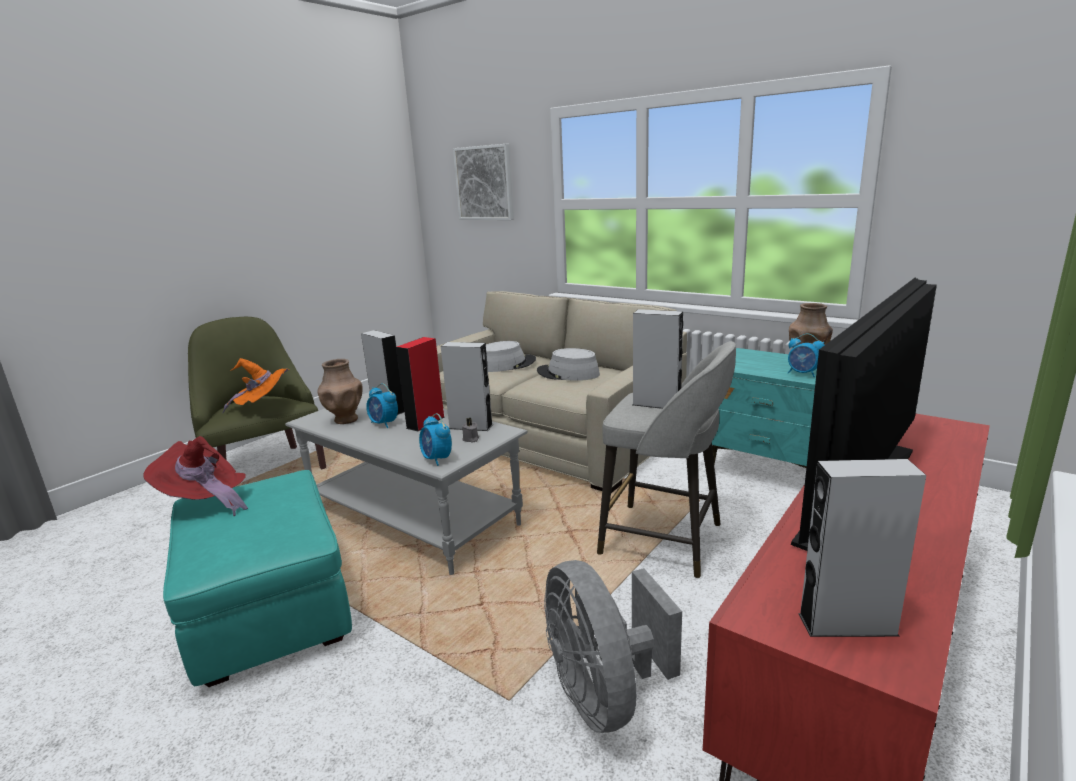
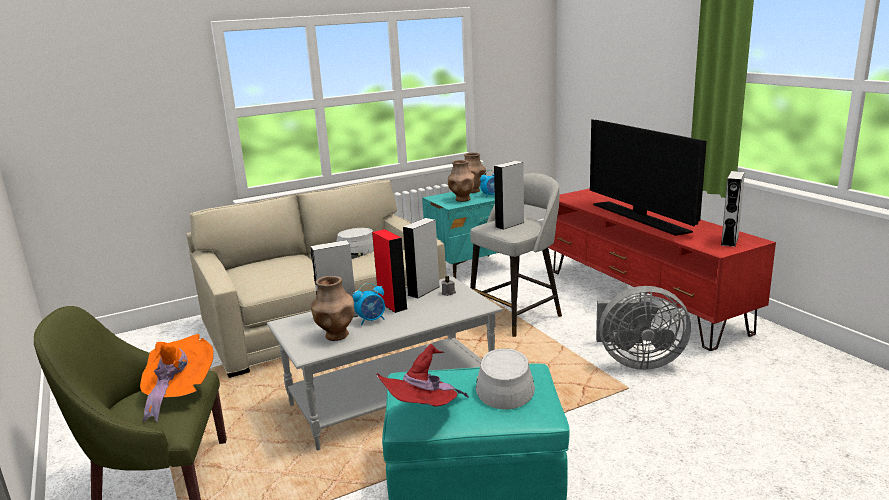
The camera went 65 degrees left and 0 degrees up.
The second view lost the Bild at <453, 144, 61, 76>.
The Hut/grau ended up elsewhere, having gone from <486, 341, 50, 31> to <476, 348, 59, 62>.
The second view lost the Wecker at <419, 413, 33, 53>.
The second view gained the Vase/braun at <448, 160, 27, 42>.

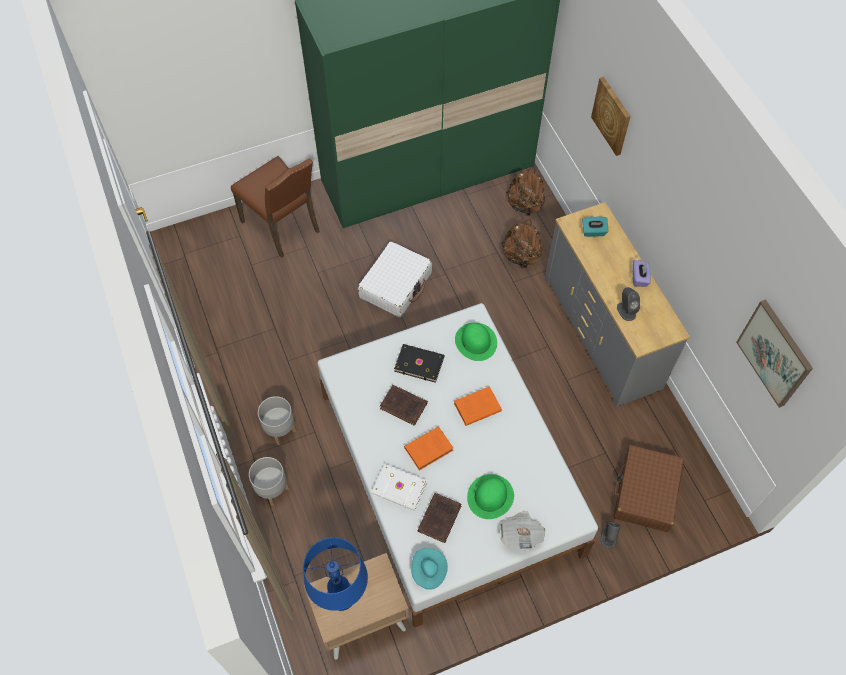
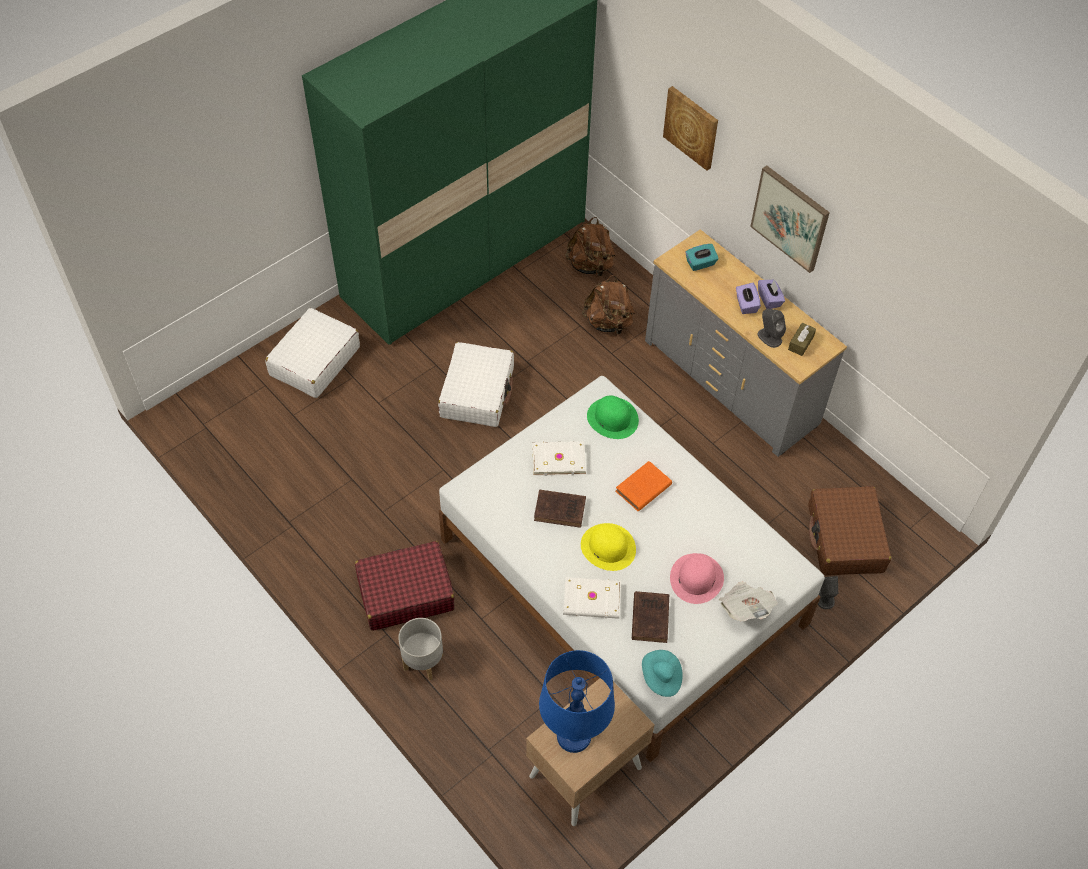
The camera went 20 degrees left and 5 degrees down.
Where the Stuhl/braun stood at <231, 156, 89, 102>, the Koffer/weiß came to stand at <265, 308, 95, 90>.
The Bild ended up elsewhere, having gone from <736, 299, 77, 109> to <750, 165, 80, 108>.
What was the Buch/schwarz at <394, 344, 50, 39> turned into the Buch/weiß at <532, 441, 54, 35>.
Where the Pflanzkübel/grau stood at <258, 396, 39, 49>, the Koffer/rot came to stand at <355, 541, 100, 90>.
Where the Buch/orange stood at <404, 426, 50, 45>, the Hut/gelb came to stand at <581, 523, 55, 48>.
What was the Hut/grün at <467, 474, 47, 45> turned into the Hut/rosa at <670, 553, 54, 51>.
The second view gained the Taschentuchbox/lila at <736, 283, 25, 31>.
The second view gained the Taschentuchbox/braun at <788, 323, 28, 33>.

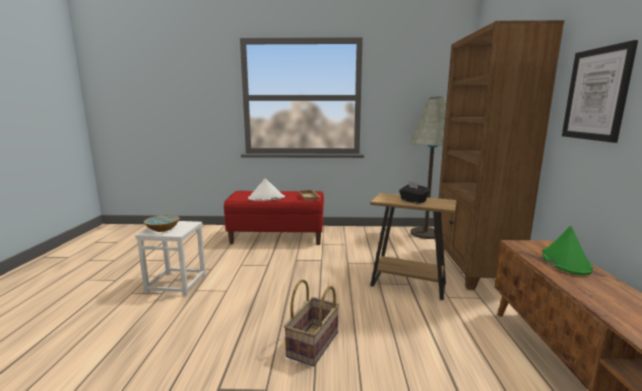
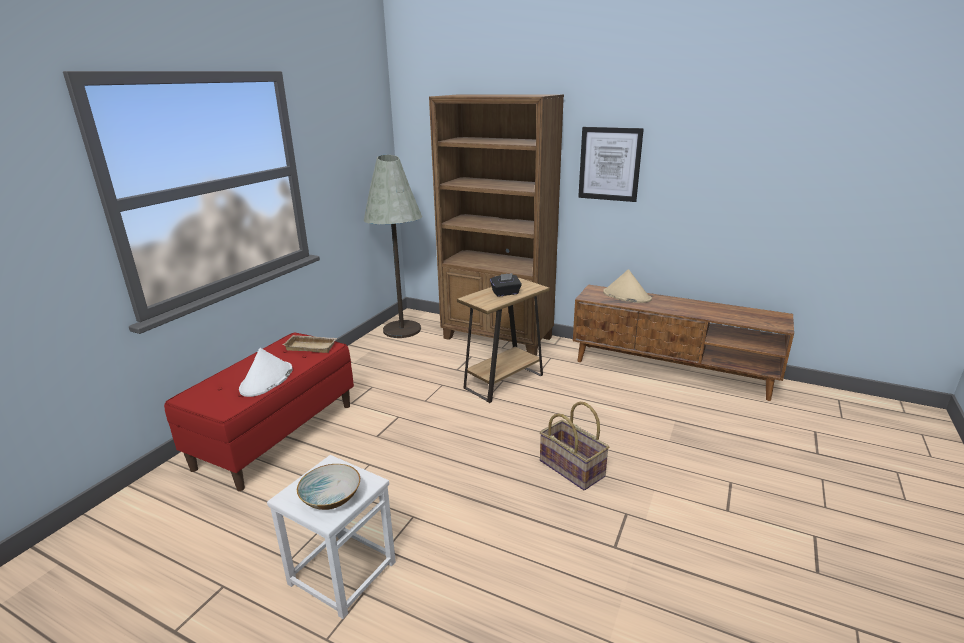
The camera went 65 degrees left and 10 degrees up.
What was the Hut/grün at <542, 226, 51, 49> turned into the Hut/beige at <603, 269, 49, 34>.

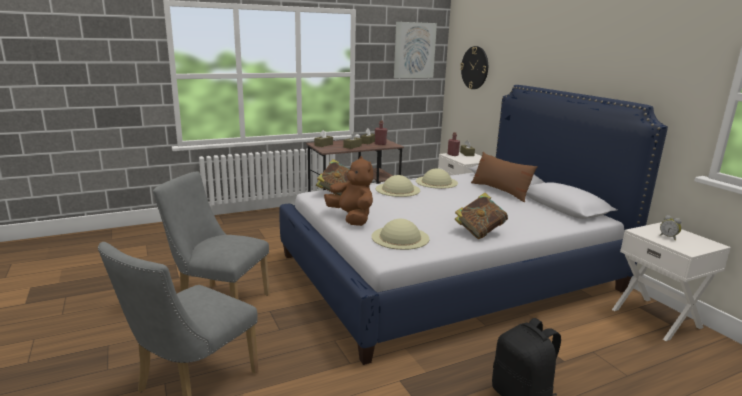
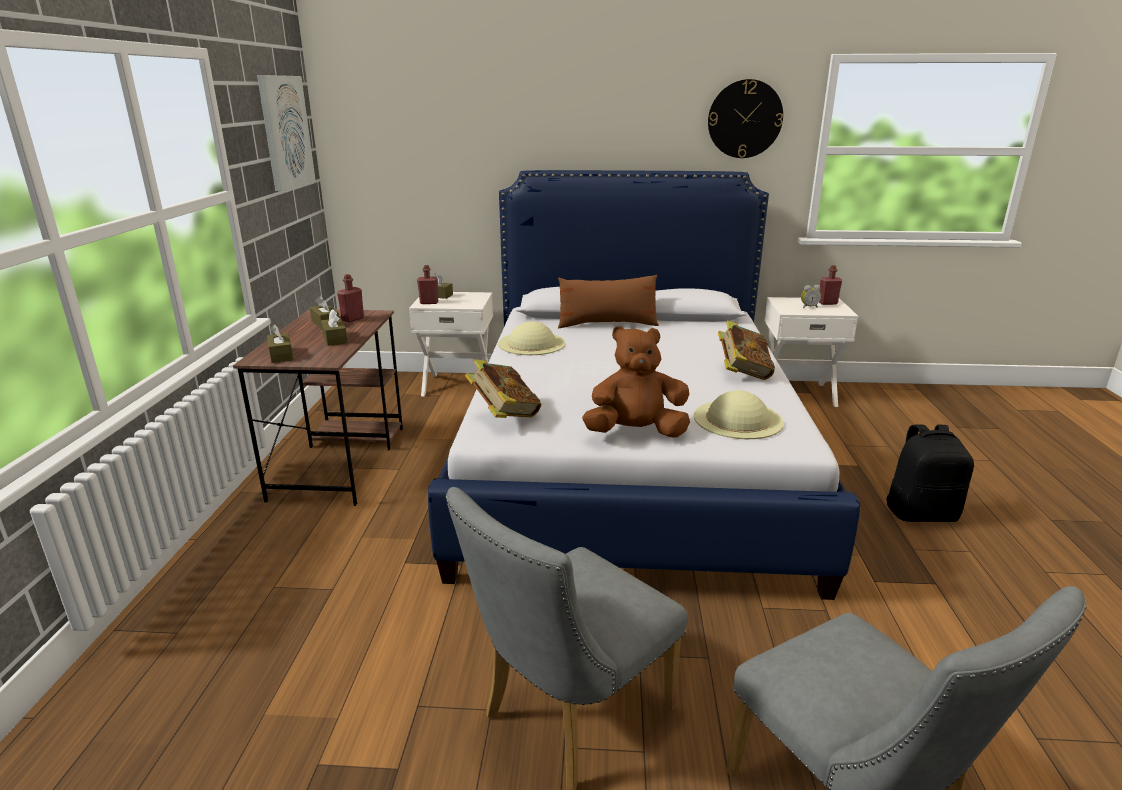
The camera went 60 degrees left and 5 degrees up.
The Wanduhr ended up elsewhere, having gone from <460, 46, 28, 43> to <708, 79, 75, 79>.
The second view lost the Hut/beige at <376, 175, 44, 22>.
The second view gained the Flasche/rot at <819, 265, 23, 40>.

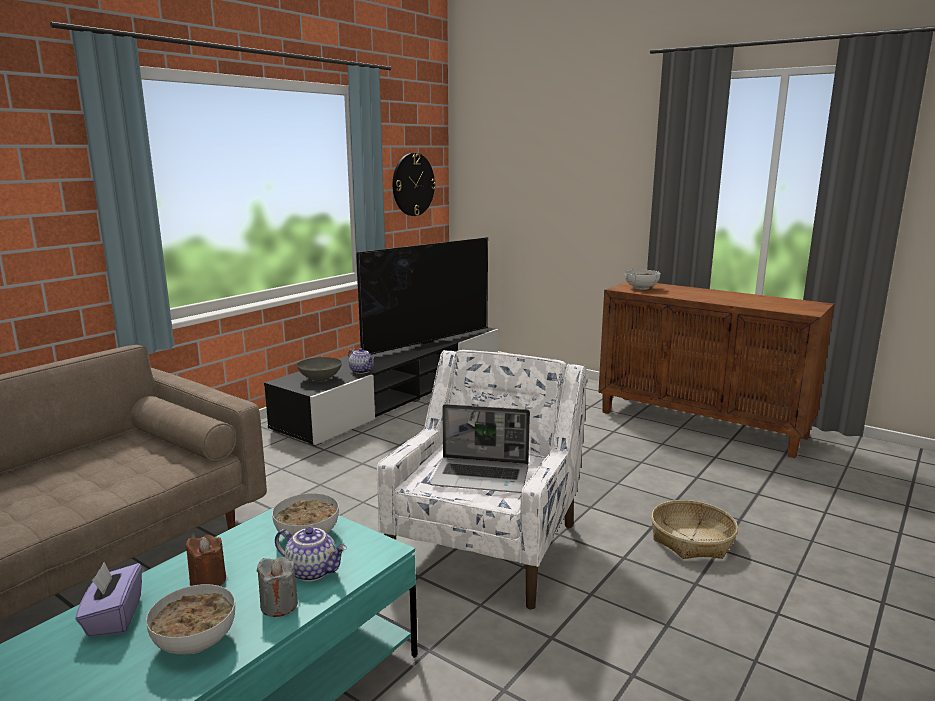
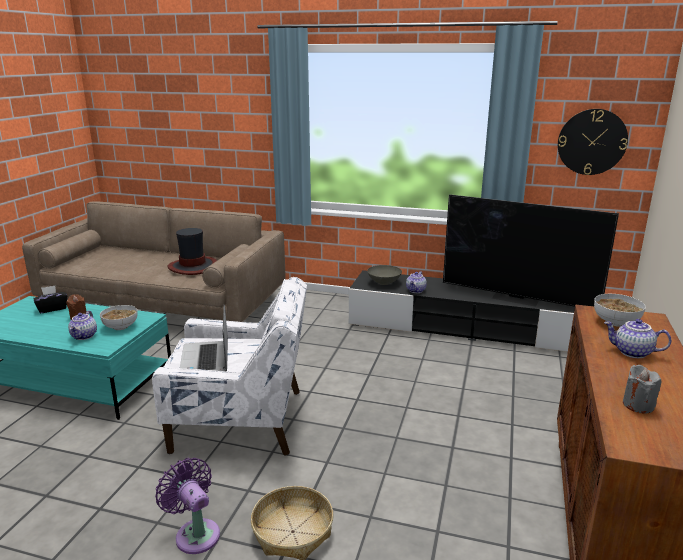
The camera went 70 degrees right and 5 degrees up.
The Kerze/grau ended up elsewhere, having gone from <257, 557, 41, 60> to <623, 365, 38, 49>.
What was the Taschentuchbox/lila at <75, 562, 67, 75> turned into the Taschentuchbox/schwarz at <34, 286, 33, 27>.
The second view lost the Schüssel at <146, 584, 89, 71>.
The second view gained the Hut at <168, 228, 49, 47>.
The second view gained the Teekanne at <604, 319, 67, 39>.
The second view gained the Ventilator/lila at <155, 458, 65, 96>.

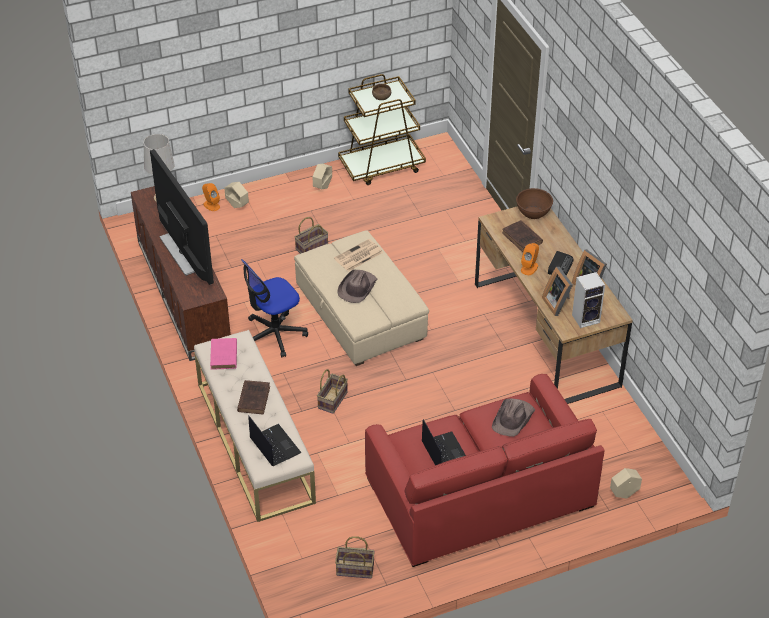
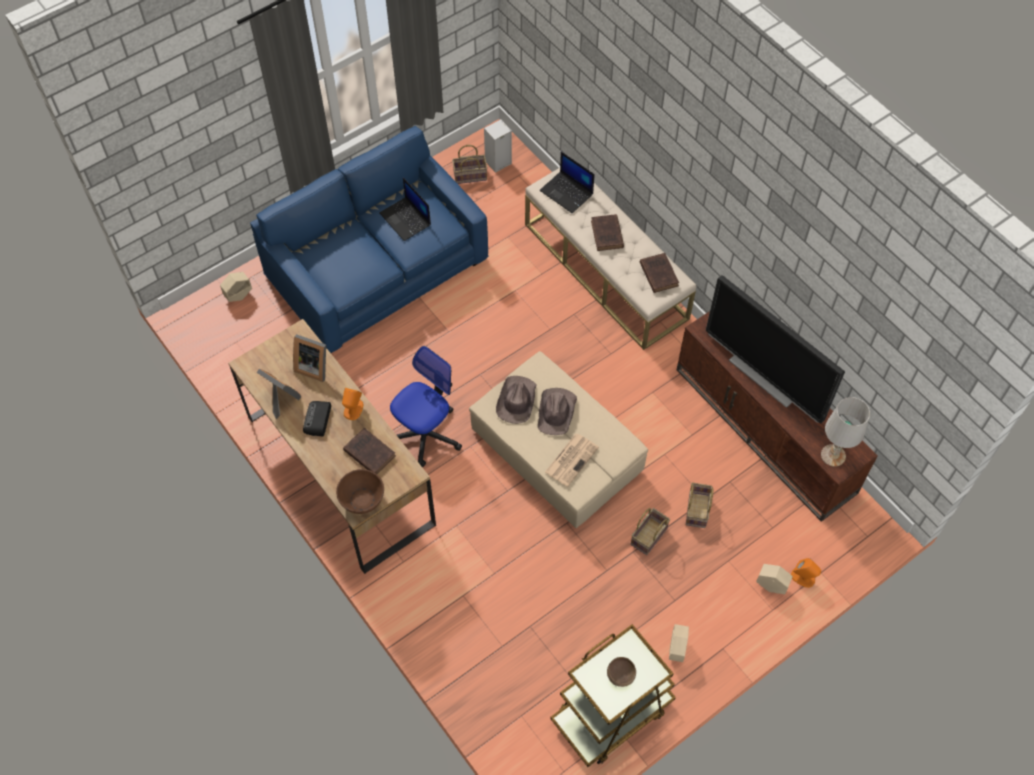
The camera went 165 degrees right and 15 degrees up.
The Bürostuhl ended up elsewhere, having gone from <241, 259, 67, 99> to <390, 346, 72, 121>.
The Bilderrahmen at <542, 267, 31, 49> ended up facing another way, 150 degrees clockwise from before.
The Lautsprecher ended up elsewhere, having gone from <572, 272, 33, 56> to <484, 119, 28, 54>.
What was the Buch/rosa at <210, 338, 27, 32> turned into the Buch/braun at <640, 253, 39, 40>.
The Korb ended up elsewhere, having gone from <317, 369, 31, 45> to <686, 482, 27, 46>.
What was the Sofa/rot at <365, 374, 240, 193> turned into the Sofa/blau at <250, 126, 238, 227>.
The Hut/braun ended up elsewhere, having gone from <492, 398, 43, 39> to <496, 376, 40, 48>.

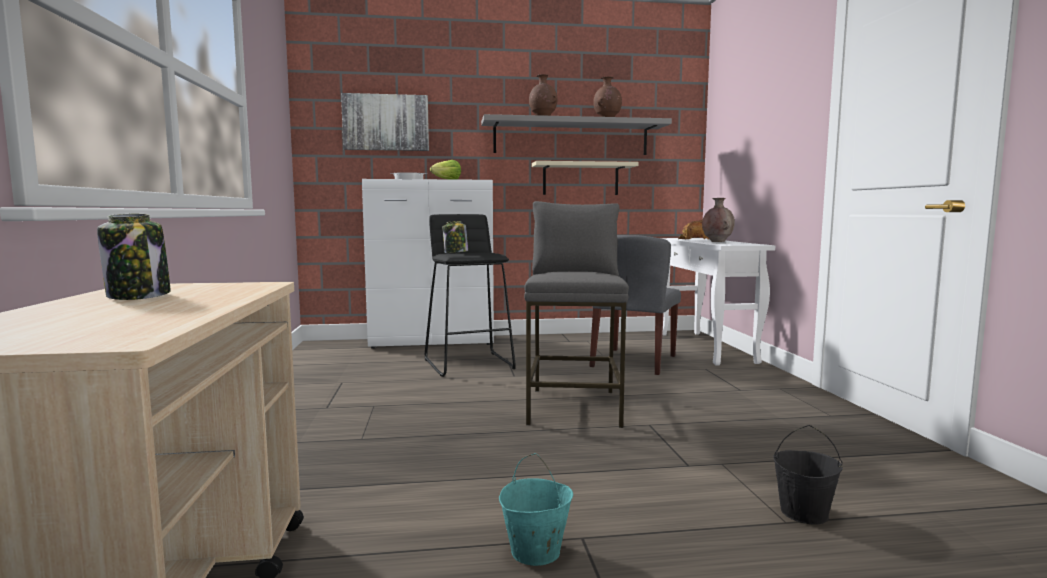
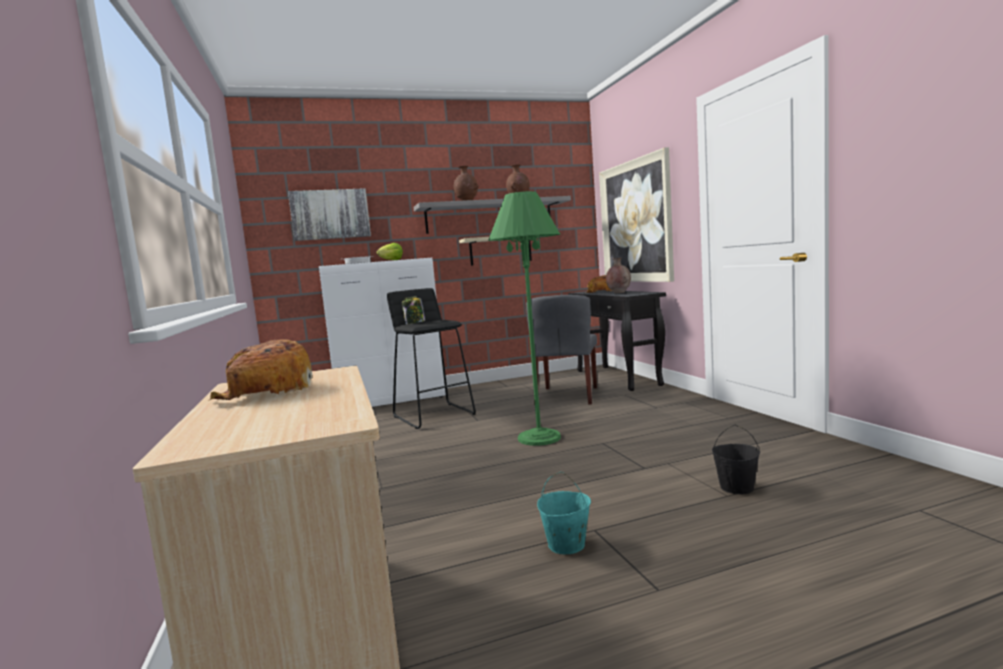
The camera went 10 degrees left and 0 degrees up.
Where the Hocker/grau stood at <524, 201, 105, 227>, the Stehlampe/grün came to stand at <488, 191, 73, 255>.
Where the Vorratsglas stood at <97, 214, 74, 86>, the Brot came to stand at <208, 340, 105, 61>.
What was the Konsolentisch/weiß at <661, 238, 114, 128> turned into the Konsolentisch/schwarz at <568, 290, 98, 101>.
The second view gained the Bild at <599, 147, 75, 135>.

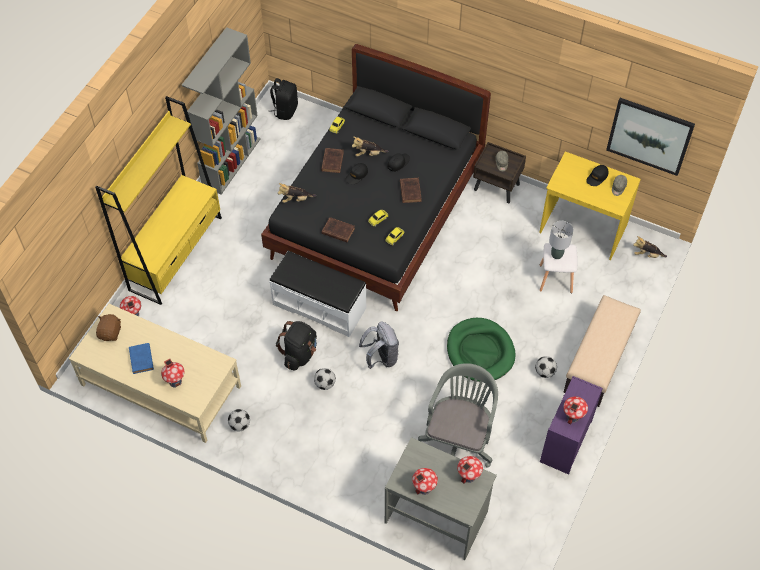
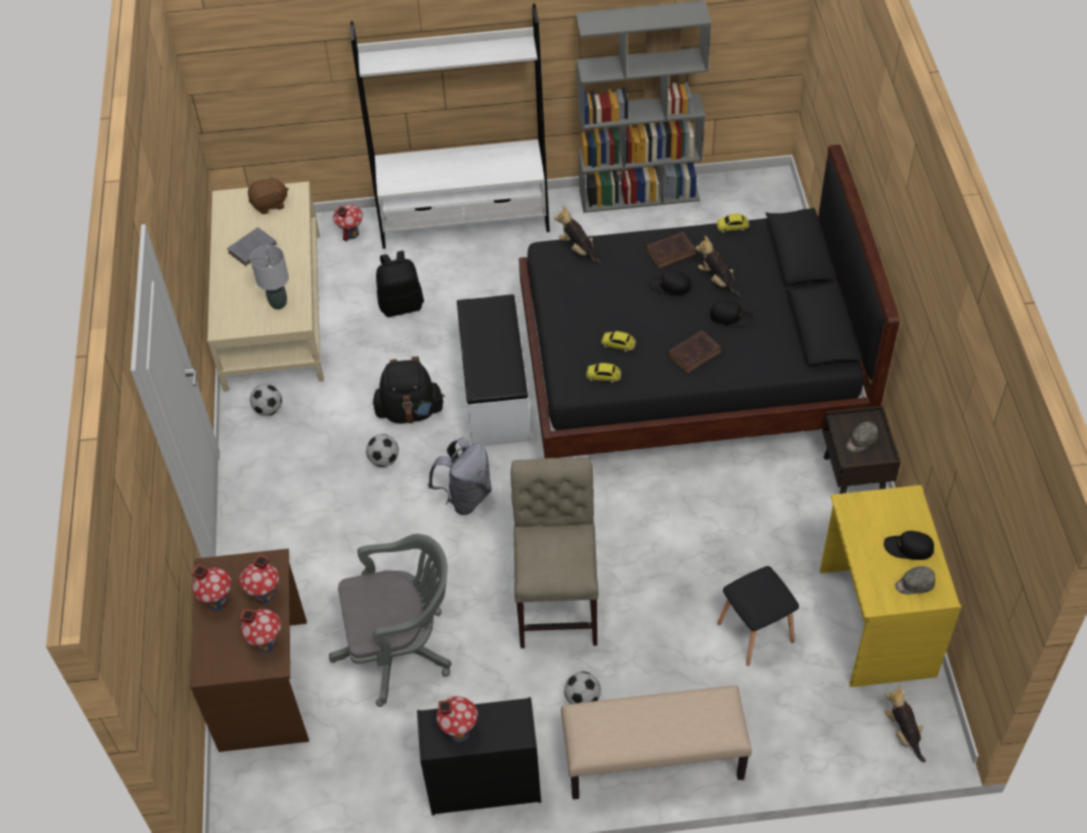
The camera went 60 degrees right and 5 degrees down.
The Rucksack/schwarz ended up elsewhere, having gone from <268, 78, 30, 42> to <376, 251, 48, 66>.
What was the Bücherregal/gelb at <95, 96, 127, 209> turned into the Bücherregal/weiß at <350, 4, 200, 245>.
The second view lost the Bild at <606, 98, 89, 78>.
The second view lost the Buch/braun at <322, 217, 33, 25>.
The Tischlampe/grau ended up elsewhere, having gone from <549, 221, 24, 38> to <251, 245, 38, 64>.
What was the Hocker/weiß at <540, 243, 38, 50> turned into the Hocker/schwarz at <717, 566, 82, 100>.
Where the Hundebett/grün stood at <447, 318, 68, 64>, the Stuhl/beige came to stand at <511, 457, 87, 191>.
What was the Buch/blau at <129, 343, 25, 31> turned into the Buch/grau at <227, 227, 50, 39>.
The Spielzeughaus ended up elsewhere, having gone from <161, 359, 23, 29> to <239, 554, 40, 51>.
What was the Kommode/lila at <540, 376, 63, 99> turned into the Kommode/schwarz at <417, 697, 124, 118>.
What was the Schreibtisch/grau at <385, 437, 112, 123> turned into the Schreibtisch/braun at <190, 549, 119, 203>.

